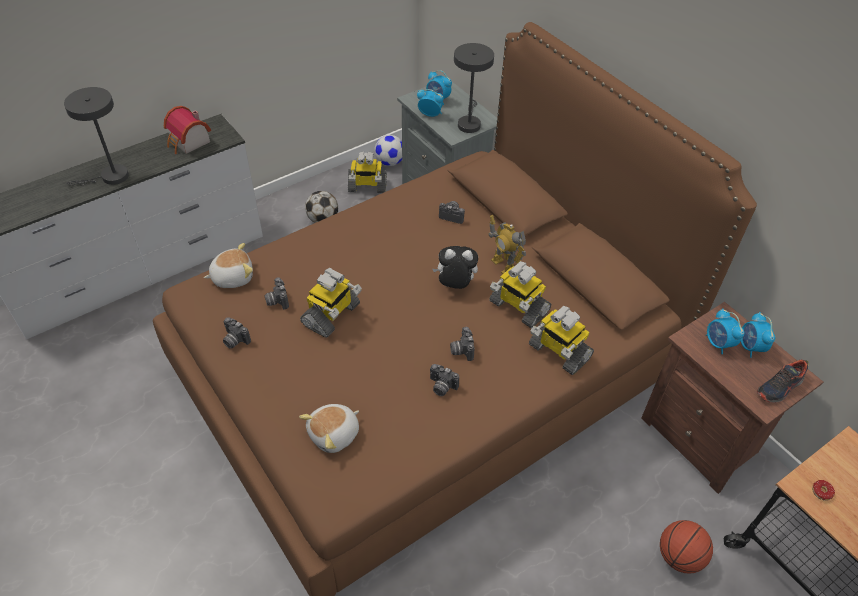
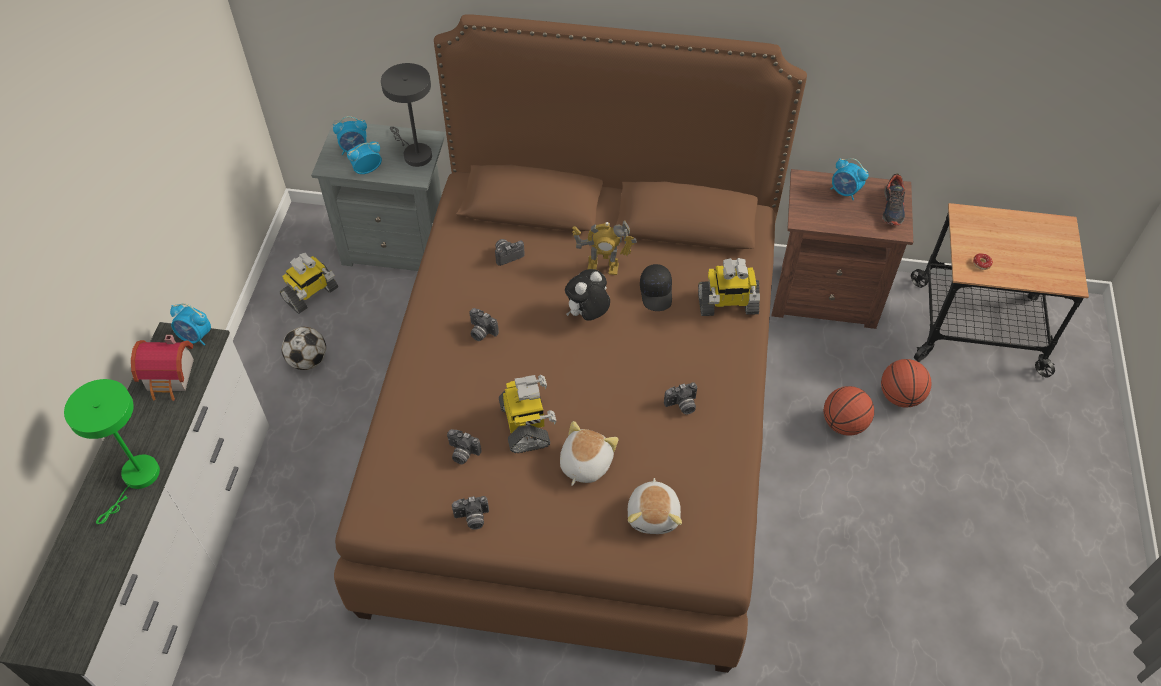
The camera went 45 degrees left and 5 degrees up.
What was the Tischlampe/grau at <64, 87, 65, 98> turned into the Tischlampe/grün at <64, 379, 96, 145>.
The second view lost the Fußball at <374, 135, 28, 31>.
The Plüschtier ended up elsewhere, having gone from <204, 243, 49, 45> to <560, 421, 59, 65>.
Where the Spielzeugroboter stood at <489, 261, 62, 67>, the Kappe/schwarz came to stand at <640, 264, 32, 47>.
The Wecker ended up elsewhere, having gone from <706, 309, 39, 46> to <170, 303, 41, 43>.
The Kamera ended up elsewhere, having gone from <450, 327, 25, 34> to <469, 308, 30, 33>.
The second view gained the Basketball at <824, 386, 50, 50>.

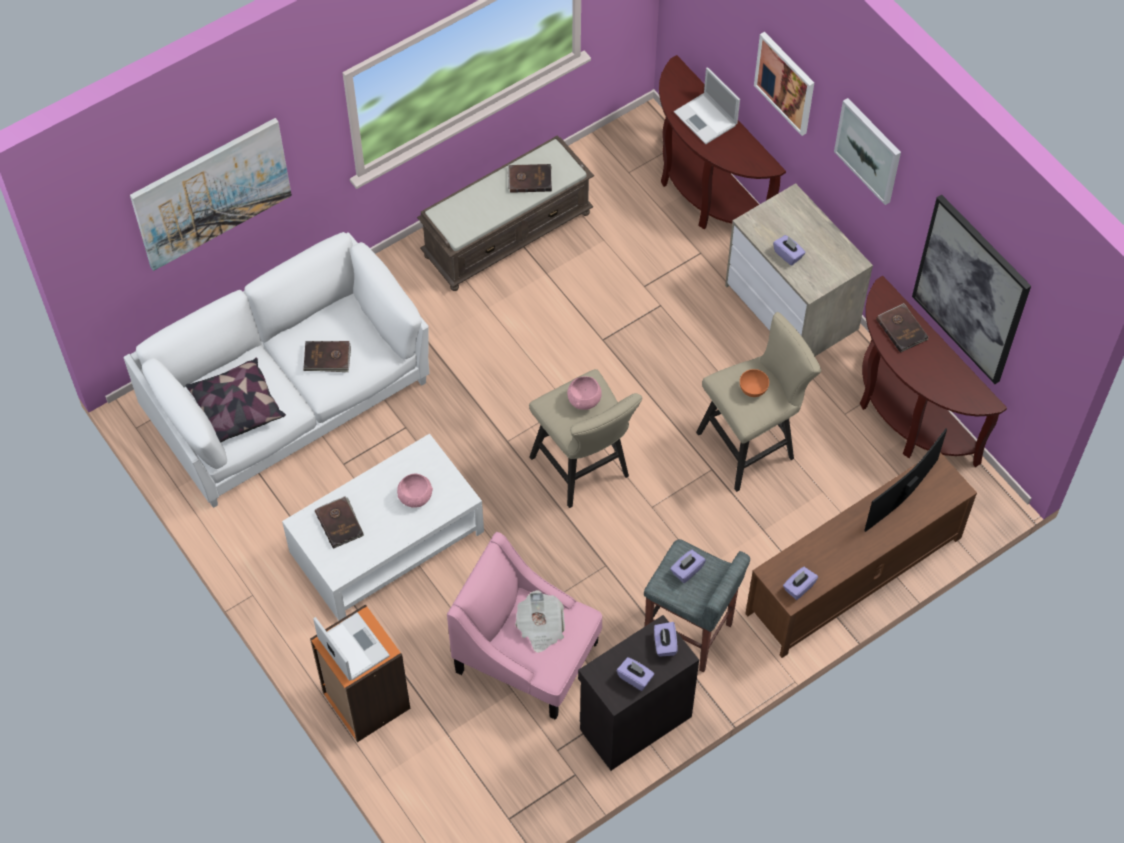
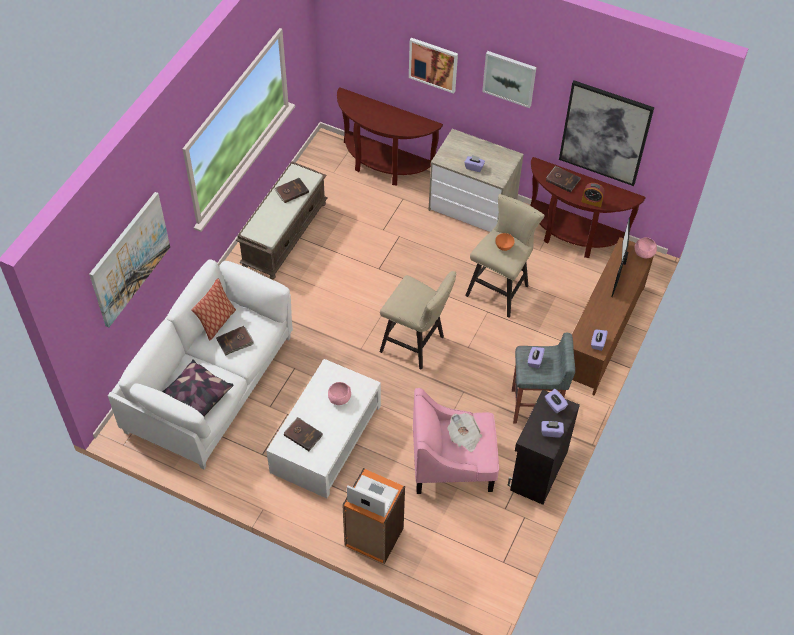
The camera went 30 degrees left and 5 degrees down.
The second view lost the Laptop at <674, 67, 66, 77>.
The Schüssel/rosa ended up elsewhere, having gone from <567, 376, 35, 34> to <635, 237, 22, 21>.
The second view gained the Wecker at <582, 183, 23, 24>.
The second view gained the Kissen at <191, 278, 45, 62>.

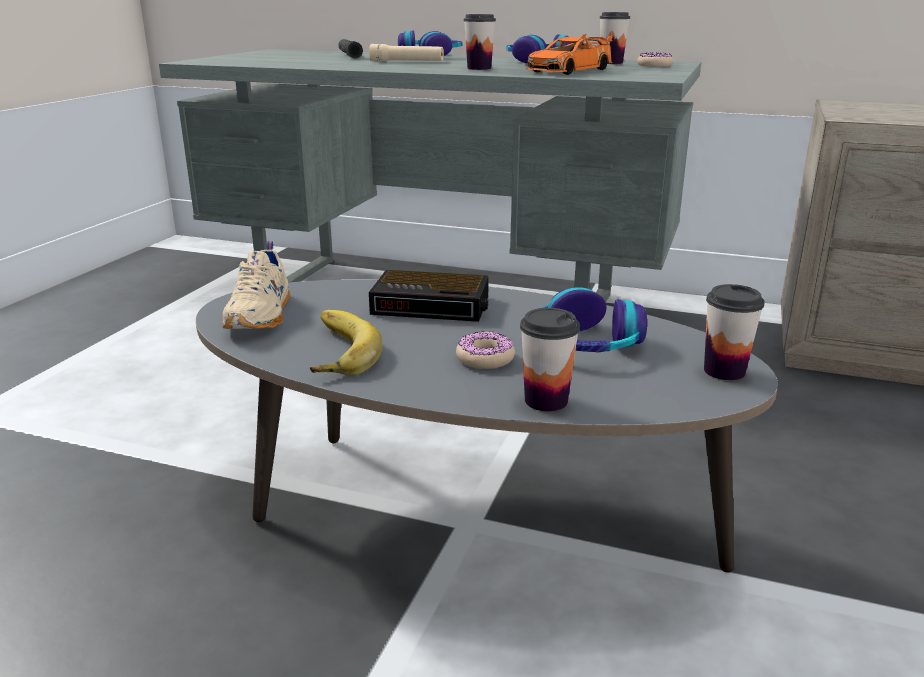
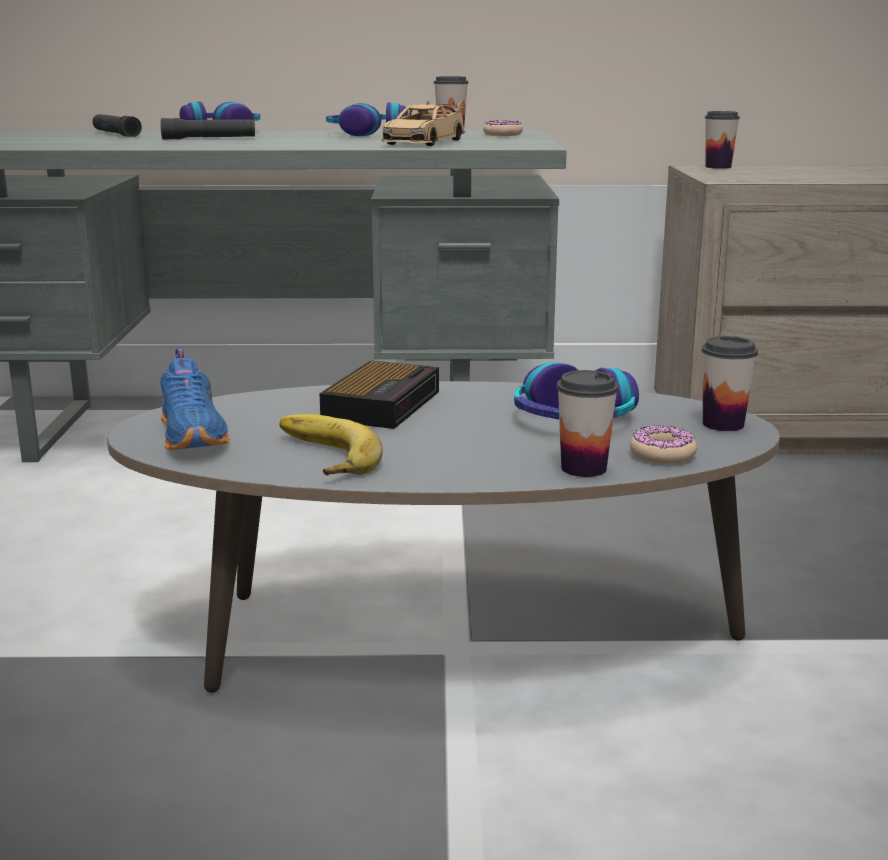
The camera went 20 degrees left and 5 degrees down.
The Tasse ended up elsewhere, having gone from <464, 14, 32, 56> to <705, 111, 35, 58>.
What was the Spielzeugauto/orange at <527, 34, 86, 41> turned into the Spielzeugauto/beige at <381, 101, 85, 45>.
What was the Taschenlampe/beige at <369, 44, 75, 17> turned into the Taschenlampe/schwarz at <161, 118, 94, 21>.
What was the Schuh/beige at <223, 241, 67, 88> turned into the Schuh/blau at <161, 349, 68, 101>.
The Wecker at <369, 270, 120, 52> ended up facing another way, 60 degrees counterclockwise from before.
The Donut ended up elsewhere, having gone from <456, 331, 59, 38> to <630, 425, 67, 39>.

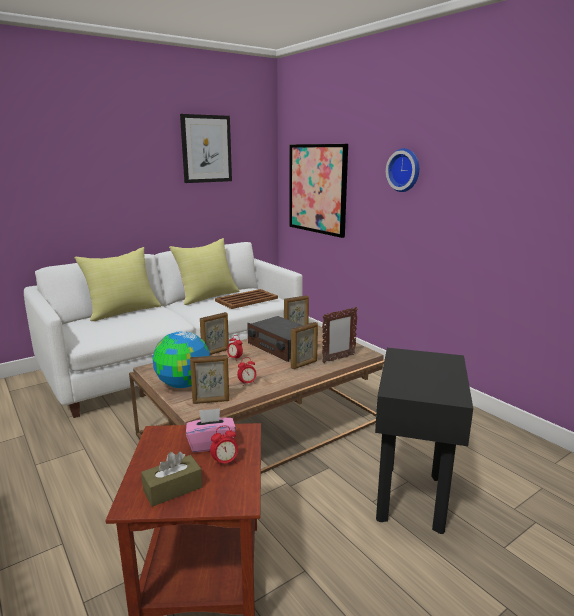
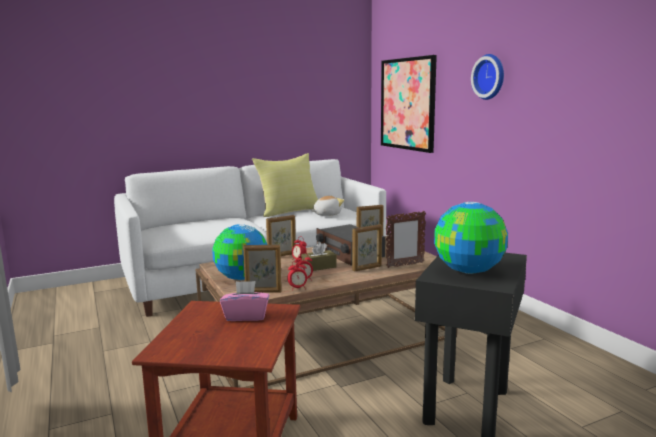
The camera went 10 degrees right and 5 degrees down.
The second view lost the Bild at <180, 114, 52, 69>.
The second view lost the Kissen/gelb at <74, 247, 87, 74>.
Where the Tablett/braun stood at <215, 289, 63, 20>, the Plüschtier came to stand at <311, 196, 33, 20>.
The Wecker ended up elsewhere, having gone from <210, 426, 28, 42> to <287, 260, 20, 30>.
The Taschentuchbox/braun ended up elsewhere, having gone from <141, 451, 62, 56> to <301, 242, 36, 29>.
The second view gained the Globus at <434, 202, 74, 72>.

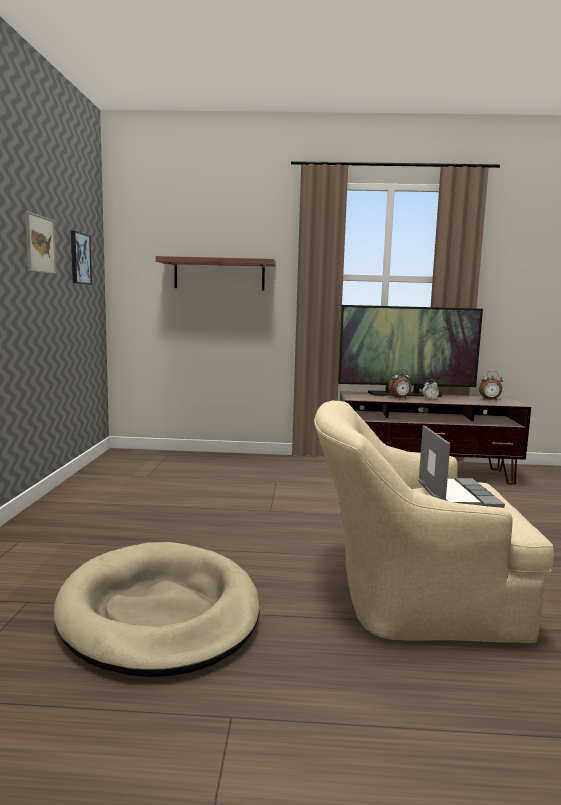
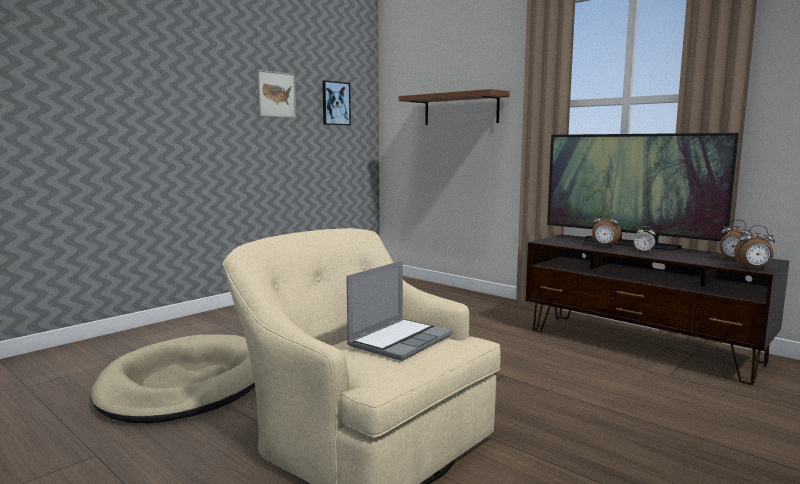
The camera went 40 degrees right and 0 degrees up.
The second view gained the Wecker at <734, 225, 41, 45>.

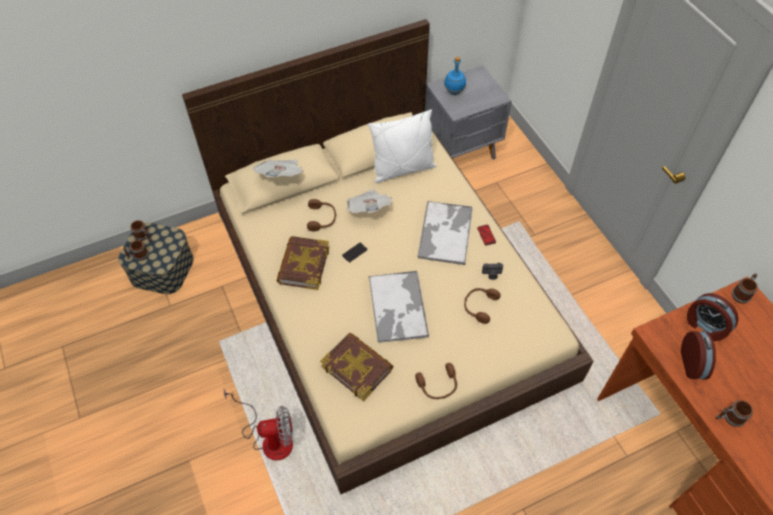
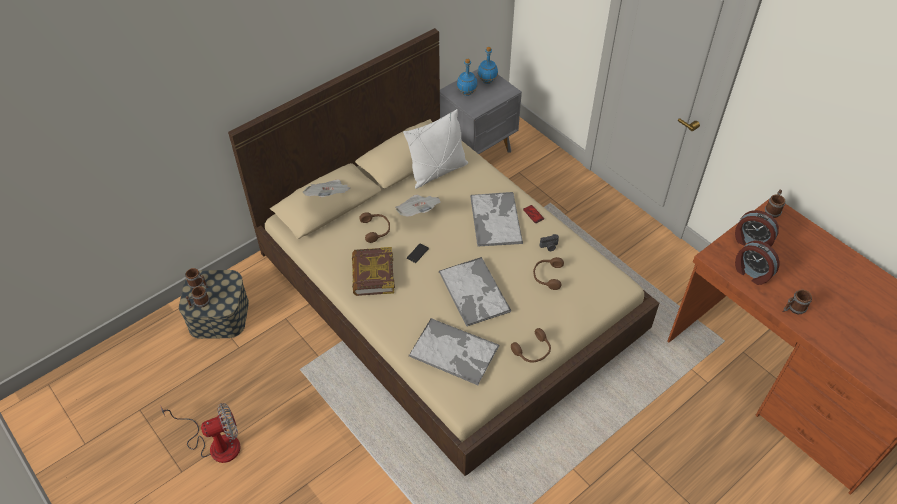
The camera went 15 degrees left and 5 degrees down.
The Wecker at <681, 331, 35, 48> ended up facing another way, 150 degrees clockwise from before.
Where the Buch stood at <320, 333, 73, 68>, the Tablett came to stand at <408, 318, 91, 68>.
The Ventilator ended up elsewhere, having gone from <224, 389, 69, 72> to <160, 403, 80, 60>.
The second view gained the Flasche/blau at <477, 47, 21, 37>.

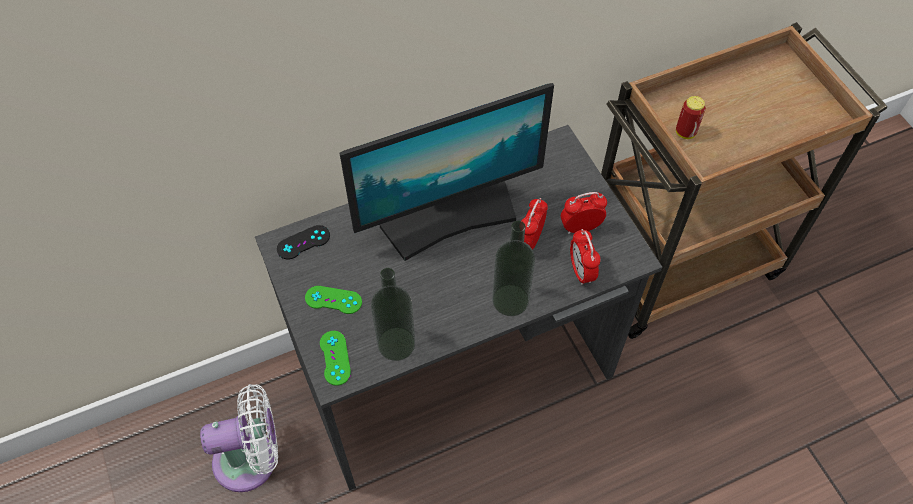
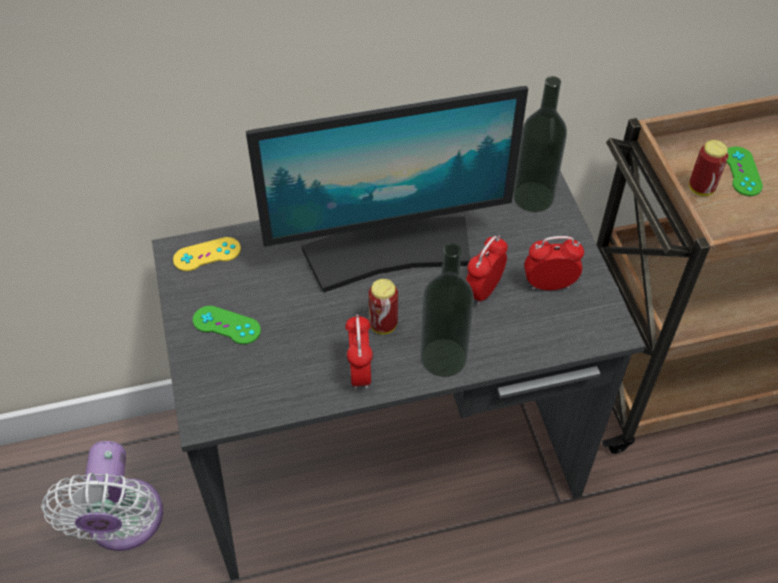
The camera went 10 degrees right and 5 degrees down.
What was the Gamepad/schwarz at <277, 225, 53, 35> turned into the Gamepad/gelb at <173, 237, 68, 34>.
The Wecker ended up elsewhere, having gone from <570, 229, 31, 56> to <345, 314, 28, 75>.
The Flasche ended up elsewhere, having gone from <371, 268, 44, 93> to <513, 76, 54, 136>.
The Gamepad/grün ended up elsewhere, having gone from <320, 331, 31, 55> to <726, 146, 37, 50>.
The Ventilator/weiß at <200, 384, 78, 108> ended up facing another way, 90 degrees clockwise from before.
The second view gained the Dose at <369, 279, 29, 55>.

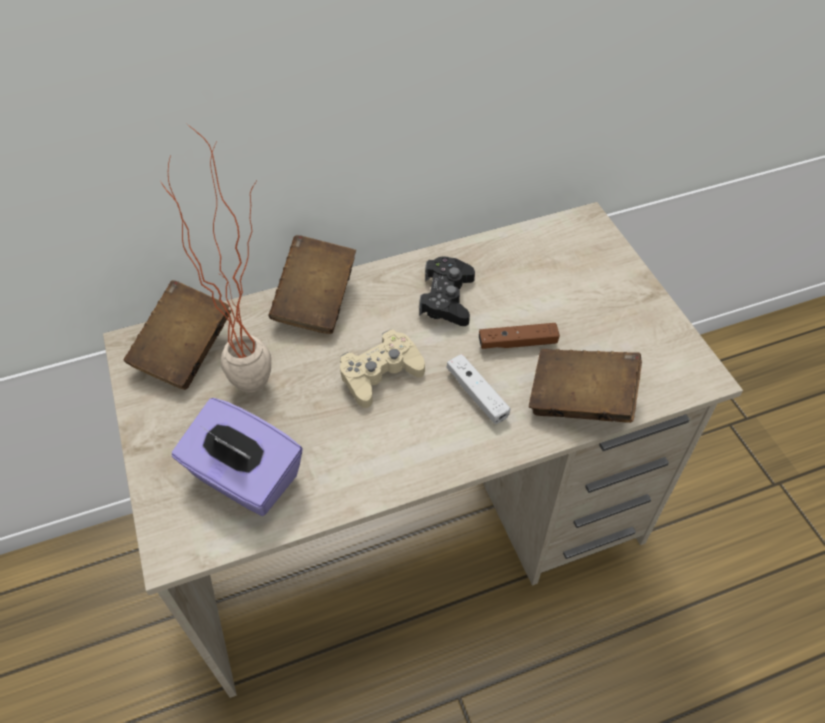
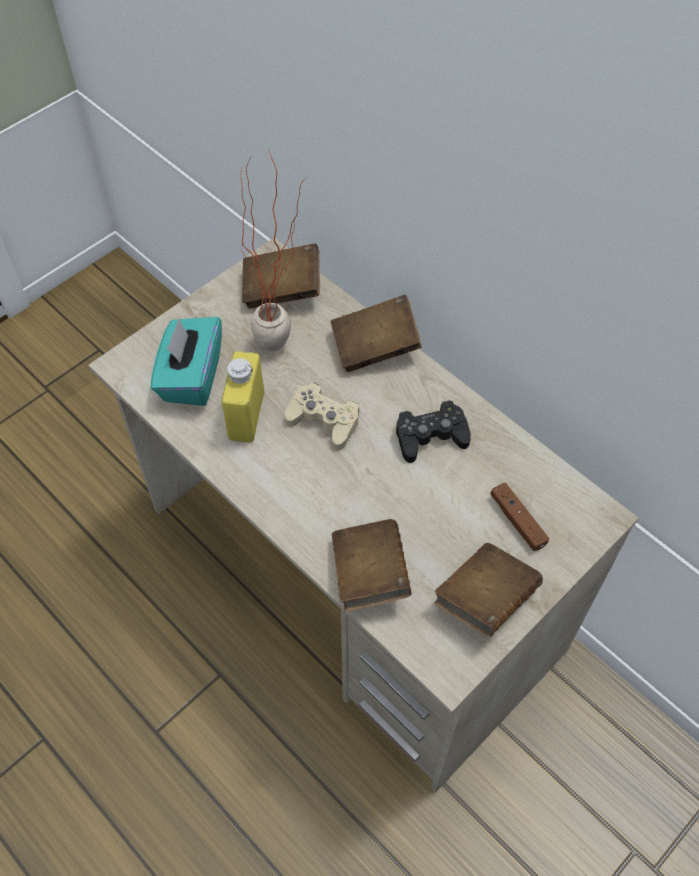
The camera went 65 degrees right and 5 degrees up.
The Gamepad/braun ended up elsewhere, having gone from <479, 323, 81, 26> to <490, 483, 59, 68>.
The second view lost the Gamepad/weiß at <447, 354, 63, 70>.
What was the Taschentuchbox/lila at <172, 398, 131, 118> turned into the Taschentuchbox/türkis at <151, 317, 71, 89>.
The second view gained the Flasche/gelb at <221, 351, 43, 92>.
The second view gained the Buch/braun at <434, 543, 109, 94>.

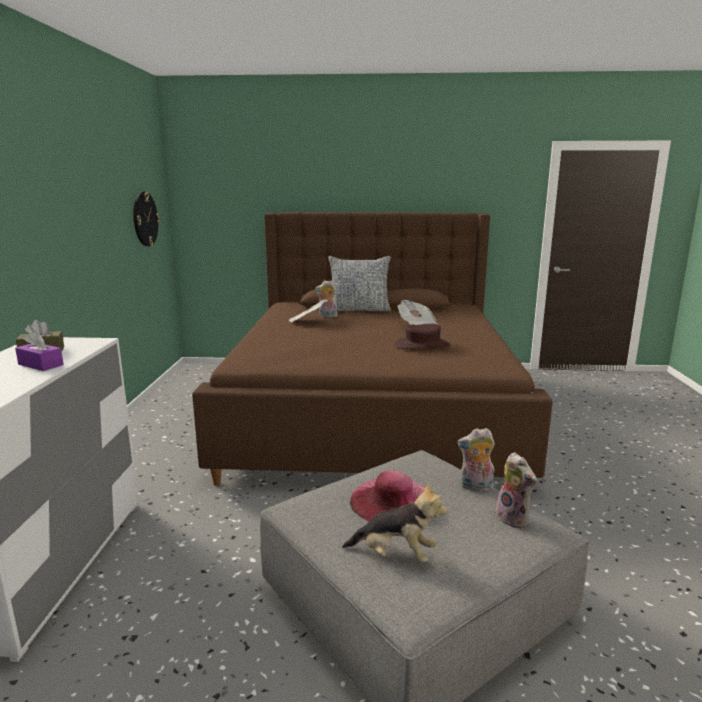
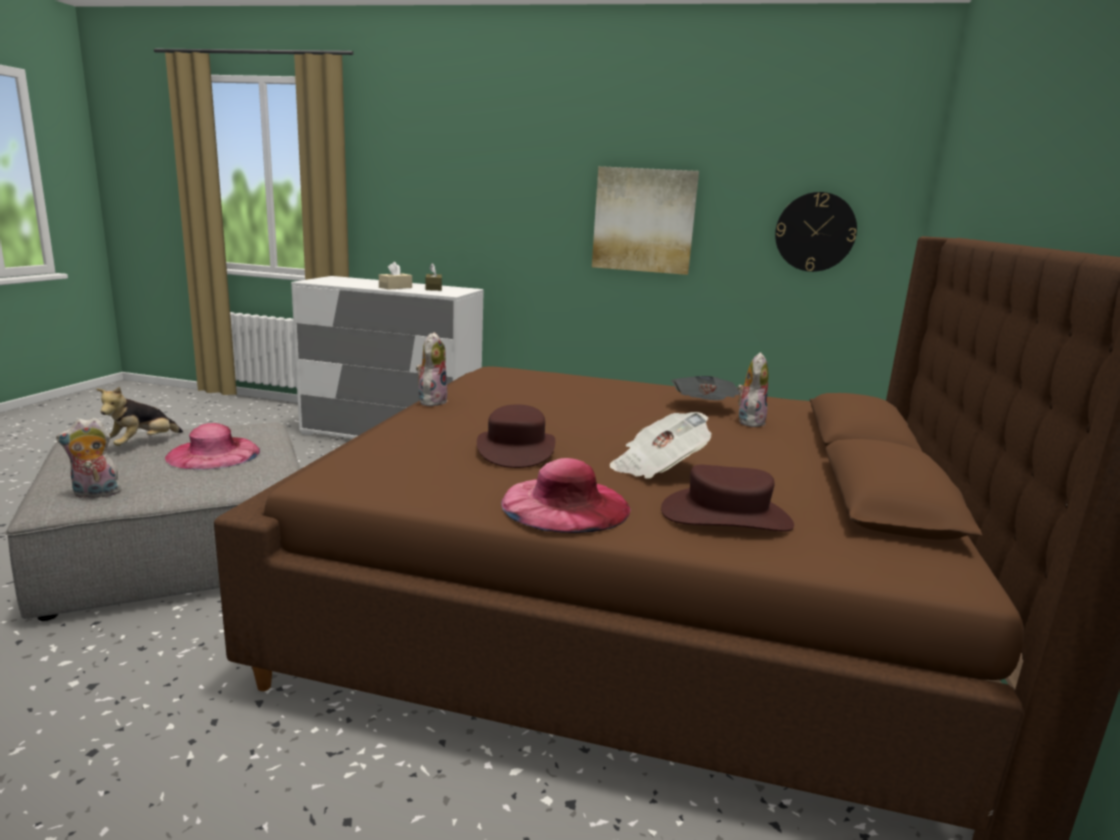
The camera went 100 degrees right and 0 degrees up.
The second view lost the Kissen at <328, 256, 63, 56>.
What was the Taschentuchbox/lila at <15, 331, 49, 40> turned into the Taschentuchbox/beige at <379, 262, 33, 28>.
The Plüschtier ended up elsewhere, having gone from <457, 428, 38, 63> to <416, 332, 32, 74>.
The second view gained the Bild at <592, 166, 107, 109>.
The second view gained the Hut/rosa at <501, 458, 130, 75>.
The second view gained the Hut/braun at <661, 465, 133, 67>.

